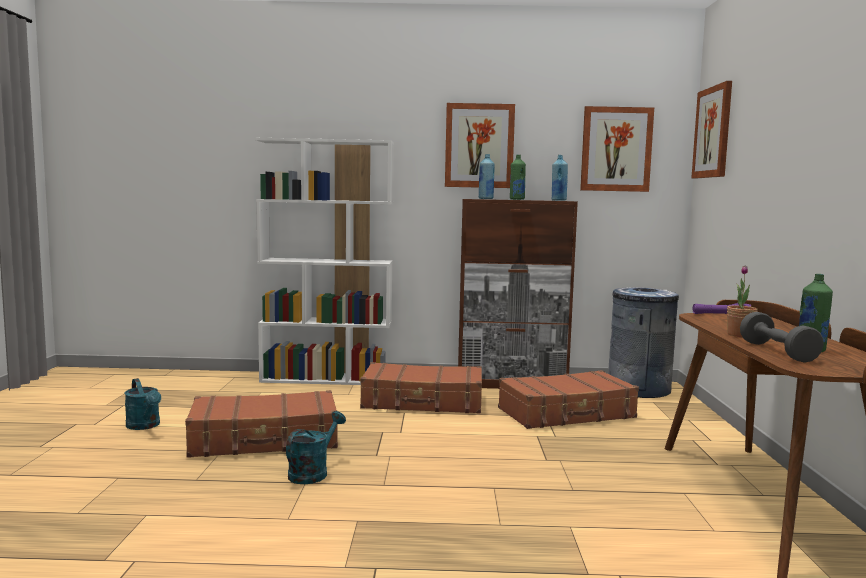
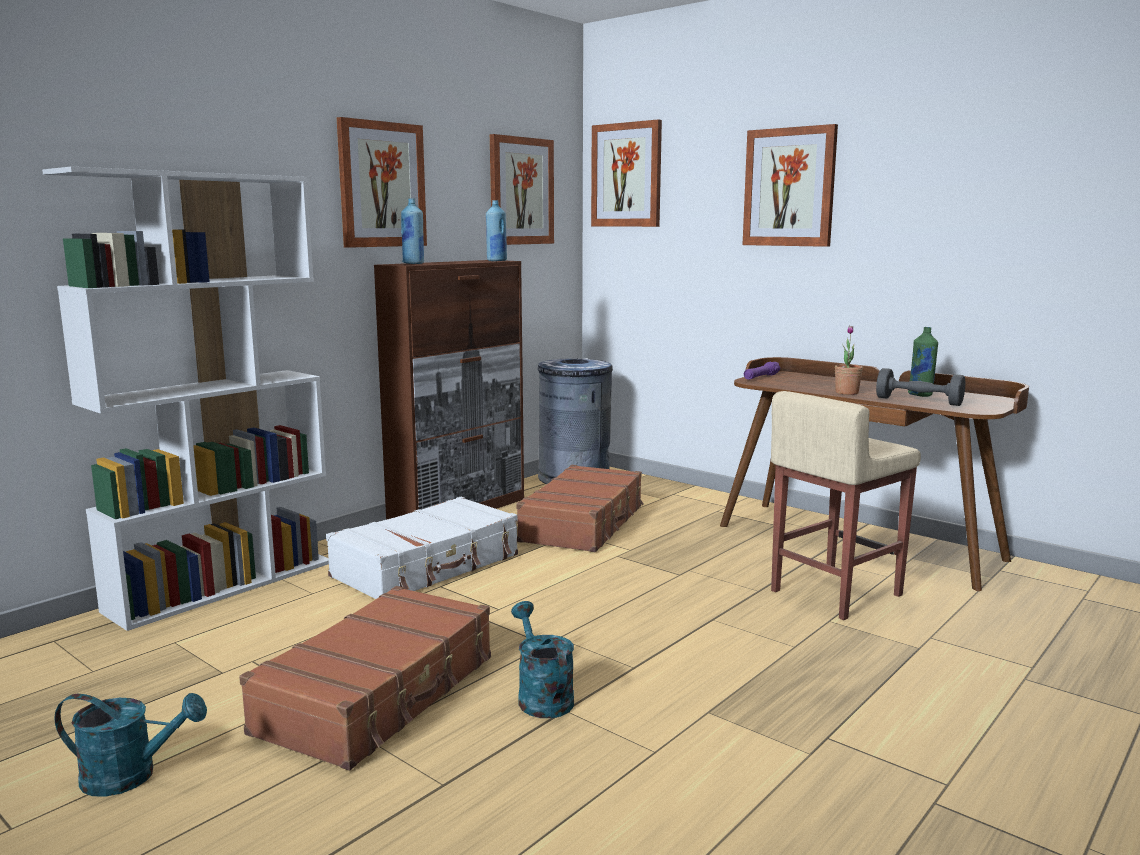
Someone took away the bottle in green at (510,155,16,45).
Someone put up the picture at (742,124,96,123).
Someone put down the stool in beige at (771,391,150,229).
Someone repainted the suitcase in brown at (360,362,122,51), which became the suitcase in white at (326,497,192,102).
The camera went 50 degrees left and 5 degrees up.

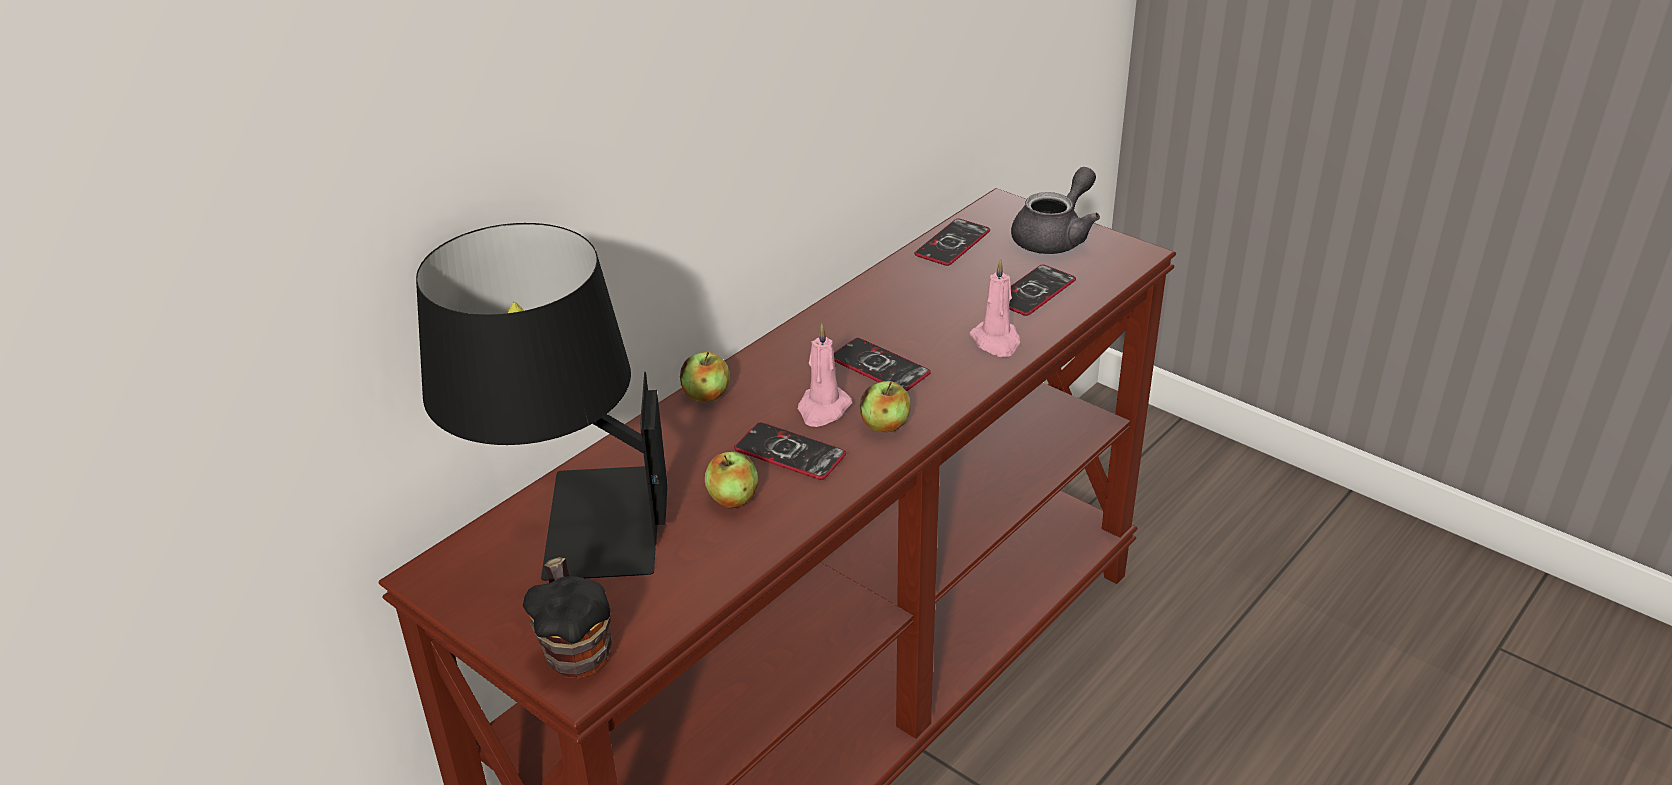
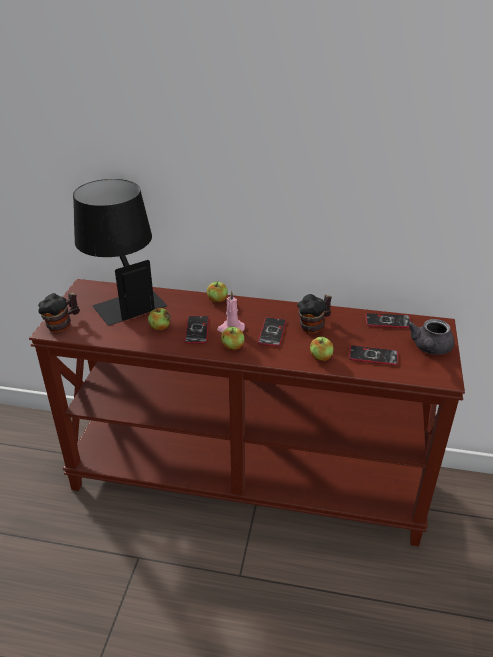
Someone put down the mug at (297,294,35,40).
Someone swapped the candle in pink at (970,259,50,98) for the apple at (310,337,24,24).
Someone rotated the teapot in grey at (1011,167,89,87) by 105 degrees clockwise.
The camera went 60 degrees right and 0 degrees up.

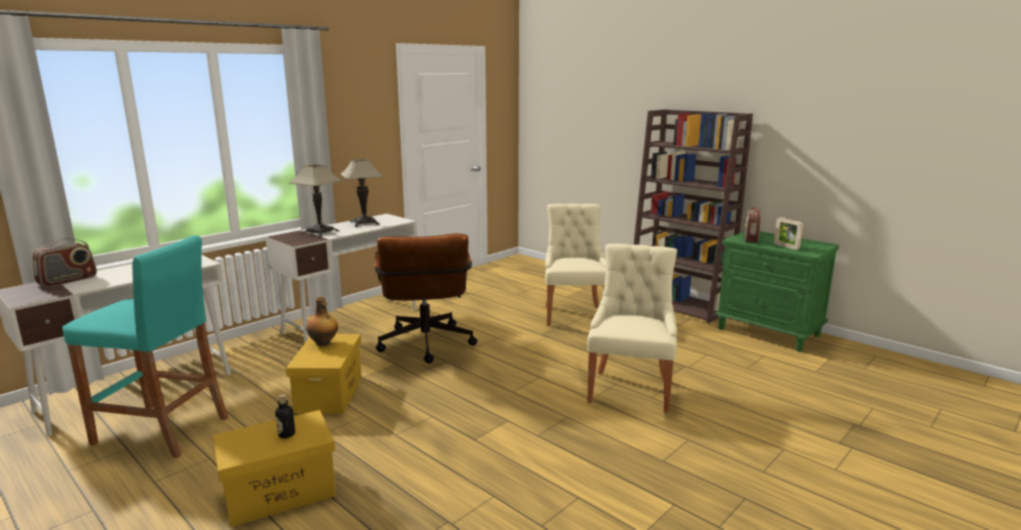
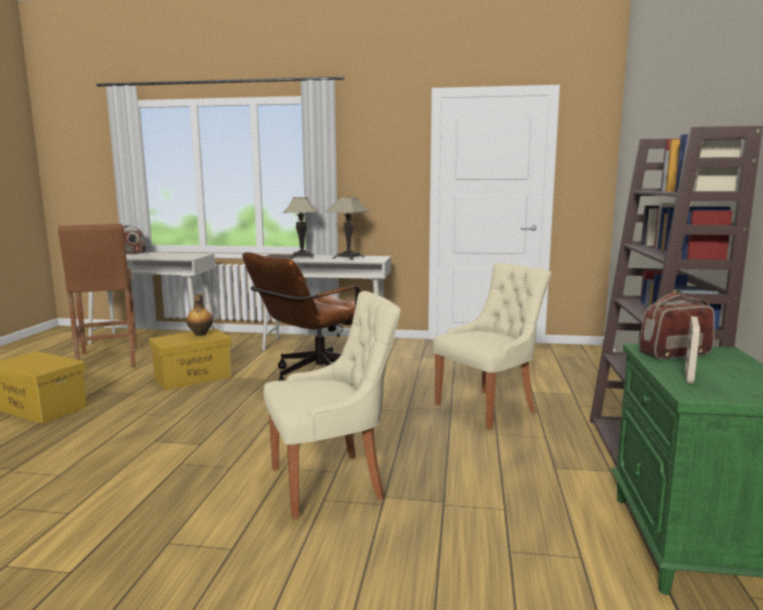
Someone took away the bottle at (275,394,20,44).
Someone repainted the stool in turquoise at (62,235,167,223), which became the stool in brown at (58,224,80,143).
The camera went 55 degrees right and 5 degrees down.

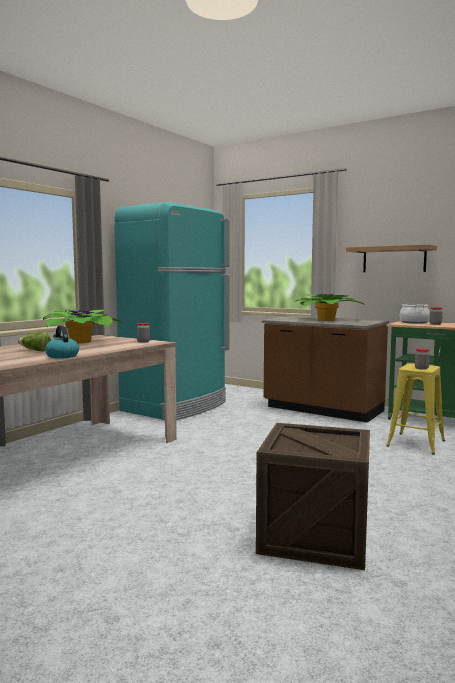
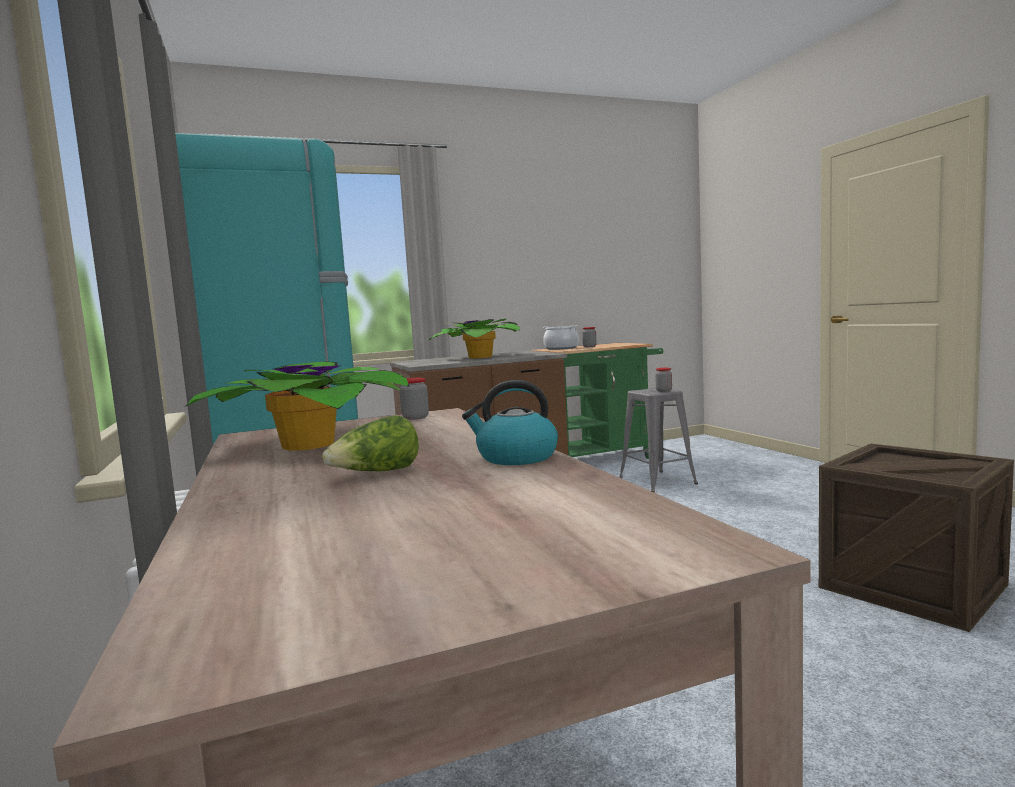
Someone took away the shelf at (346,244,91,28).
Someone repainted the stool in yellow at (386,364,59,91), which became the stool in grey at (619,388,79,105).
The camera went 55 degrees left and 0 degrees up.

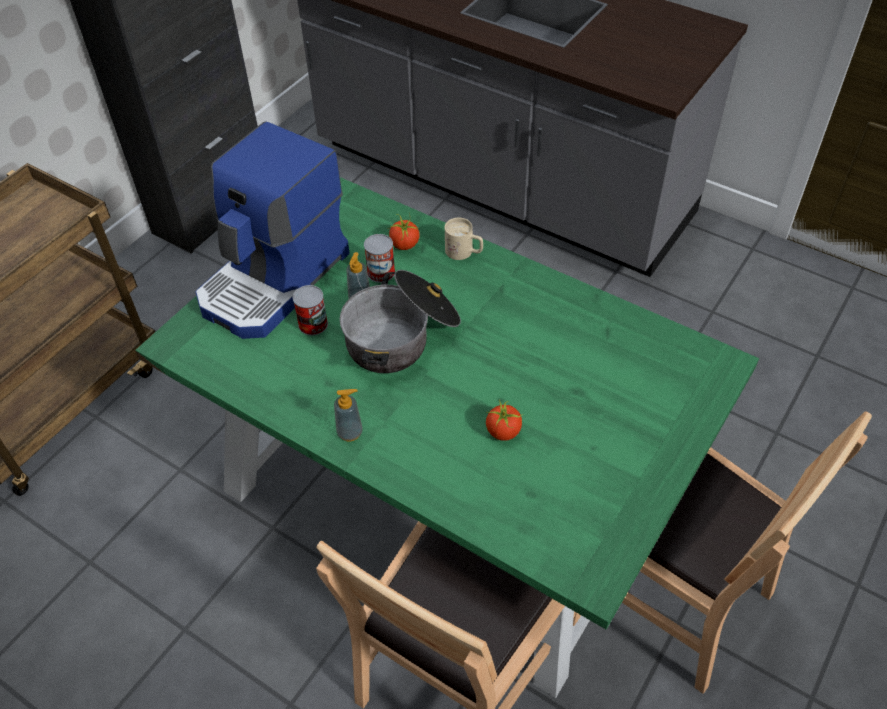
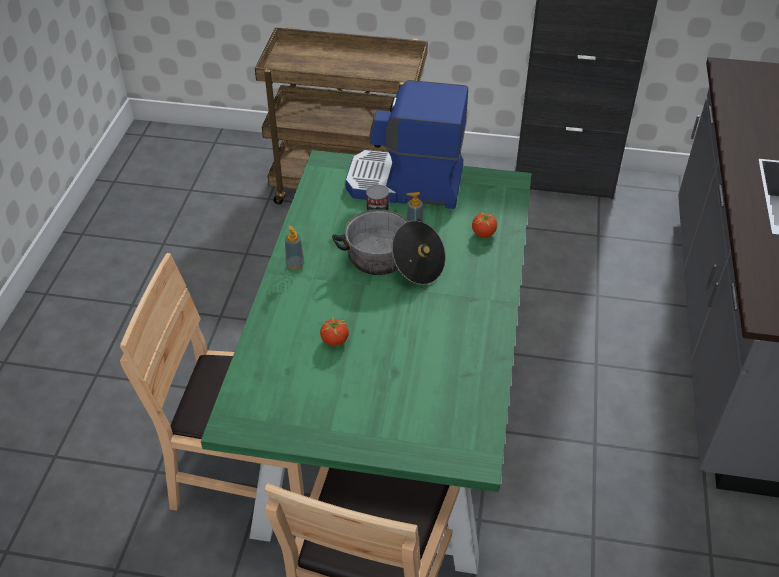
Someone took away the can at (364,234,31,49).
Someone took away the mug in beige at (445,218,38,42).
The camera went 65 degrees right and 5 degrees down.

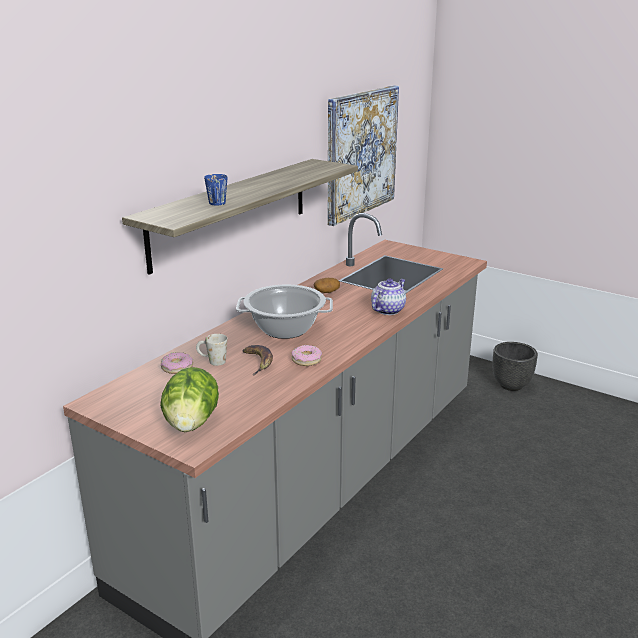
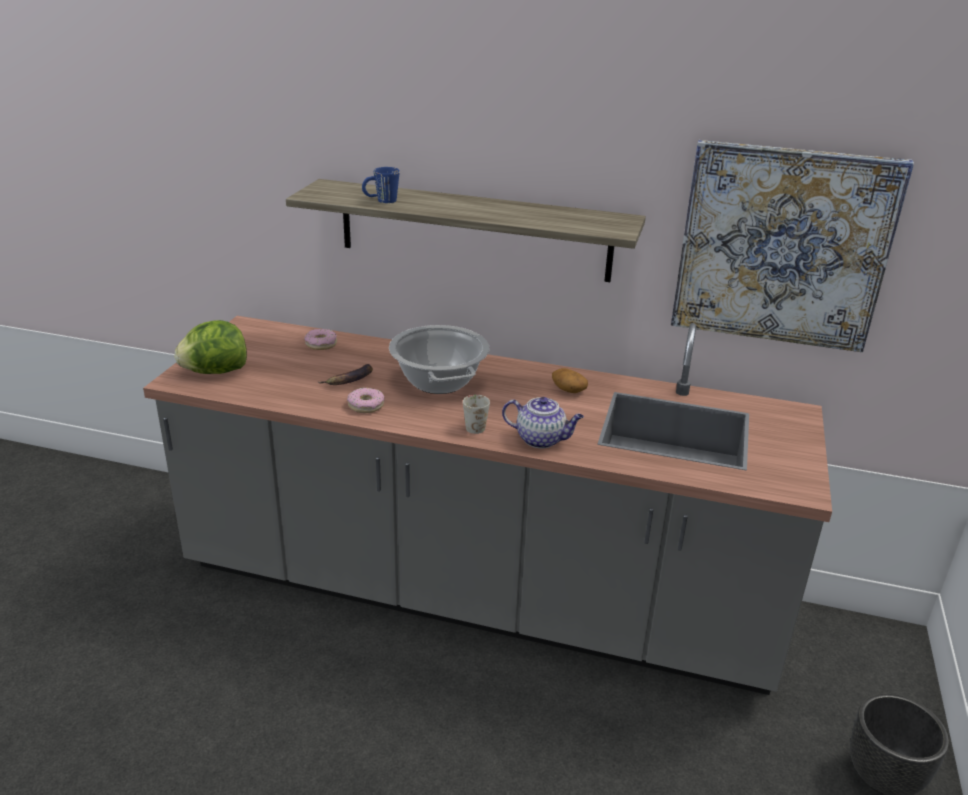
Someone carried the mug in white from (196,334,31,32) to (463,395,27,39).
The camera went 70 degrees right and 5 degrees up.

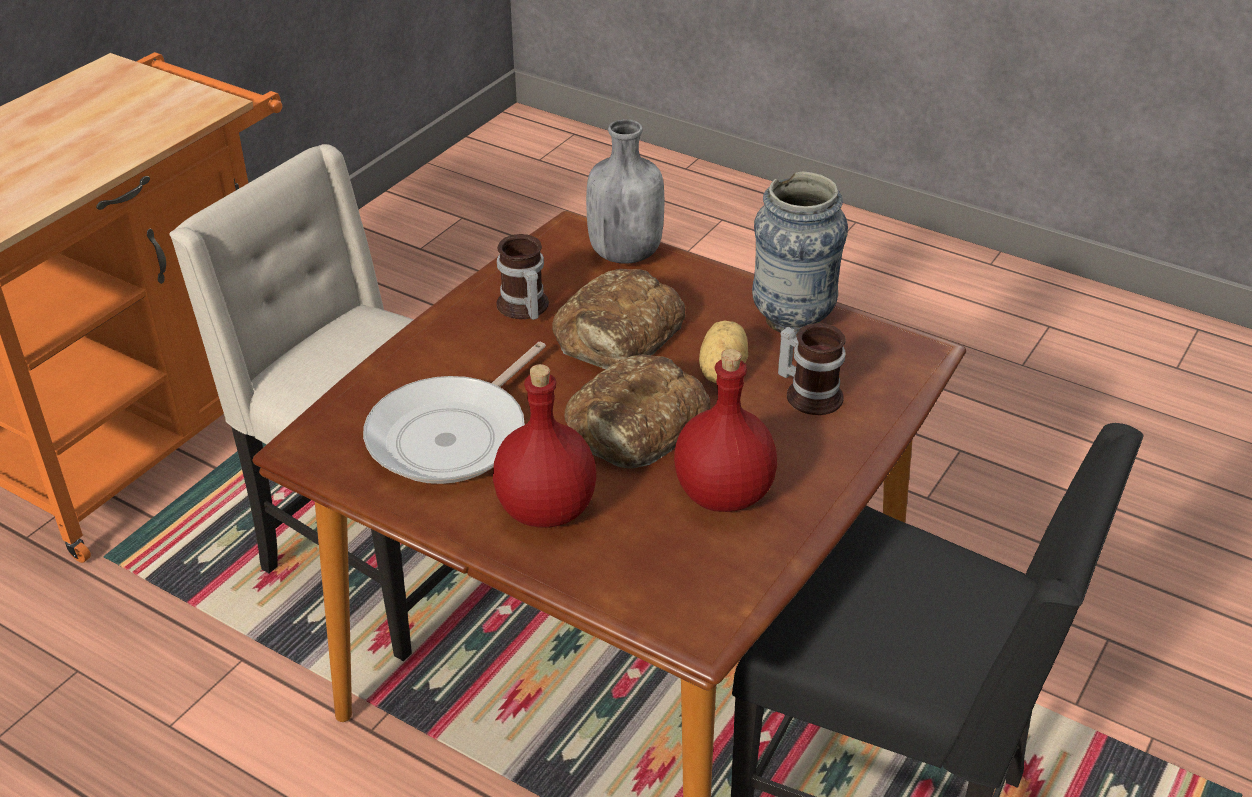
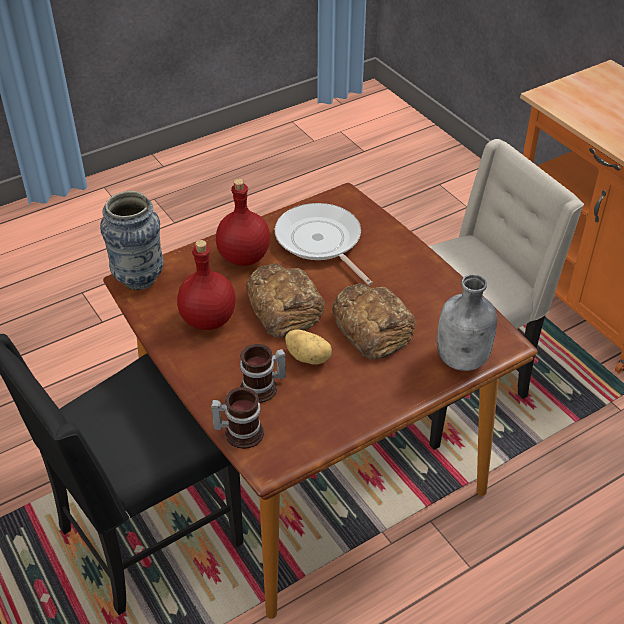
Someone carried the mug from (497,234,52,86) to (211,387,53,62).
Someone carried the vase from (752,172,96,164) to (100,191,64,99).
The camera went 115 degrees right and 5 degrees up.

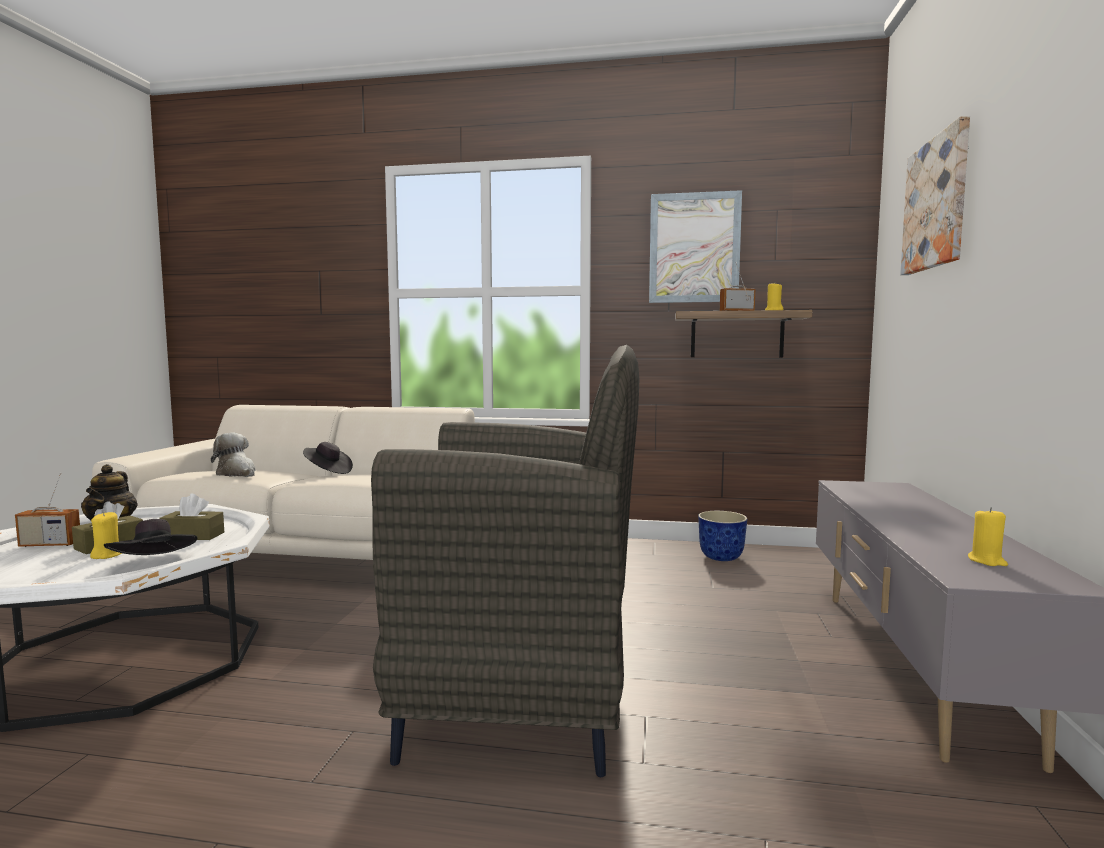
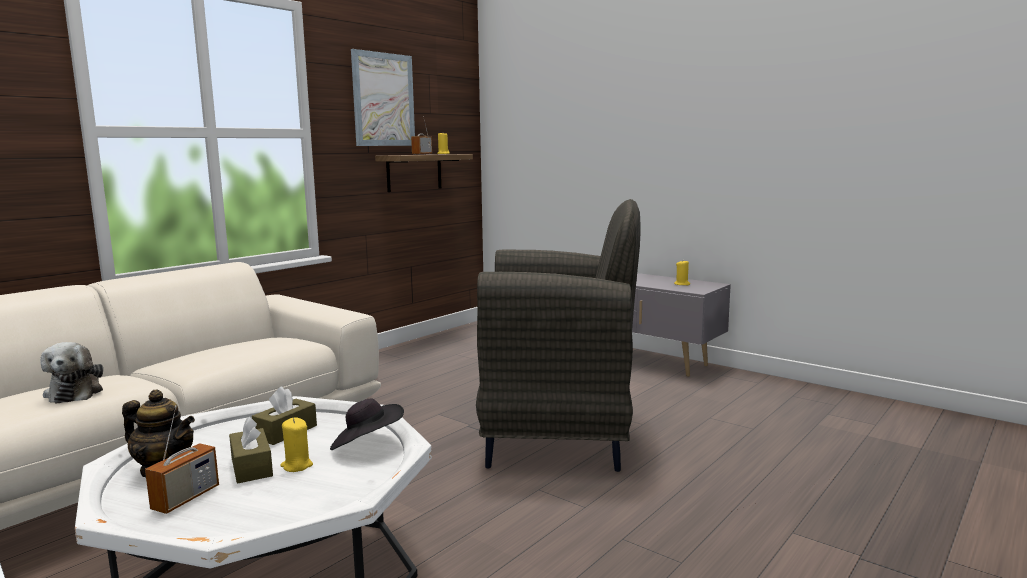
Someone took away the hat in black at (303,442,50,32).
Someone took away the planter at (698,511,49,50).
Someone took away the picture at (900,116,70,159).
Someone rotated the plush toy at (211,432,45,45) by 90 degrees counterclockwise.
Someone rotated the armchair in grey at (371,345,269,432) by 60 degrees clockwise.
The camera went 60 degrees left and 5 degrees up.

